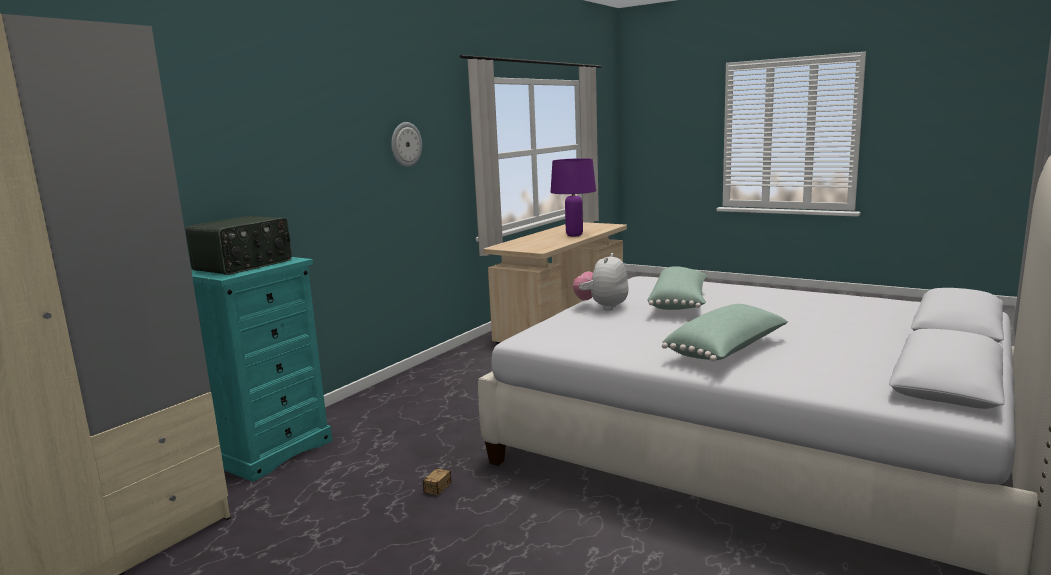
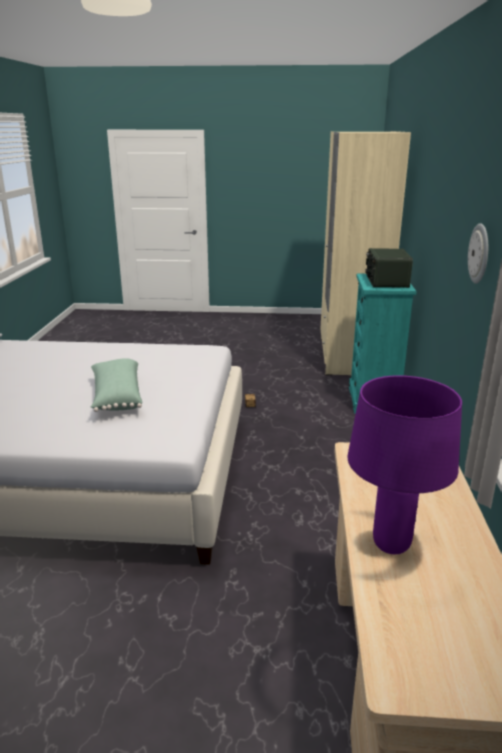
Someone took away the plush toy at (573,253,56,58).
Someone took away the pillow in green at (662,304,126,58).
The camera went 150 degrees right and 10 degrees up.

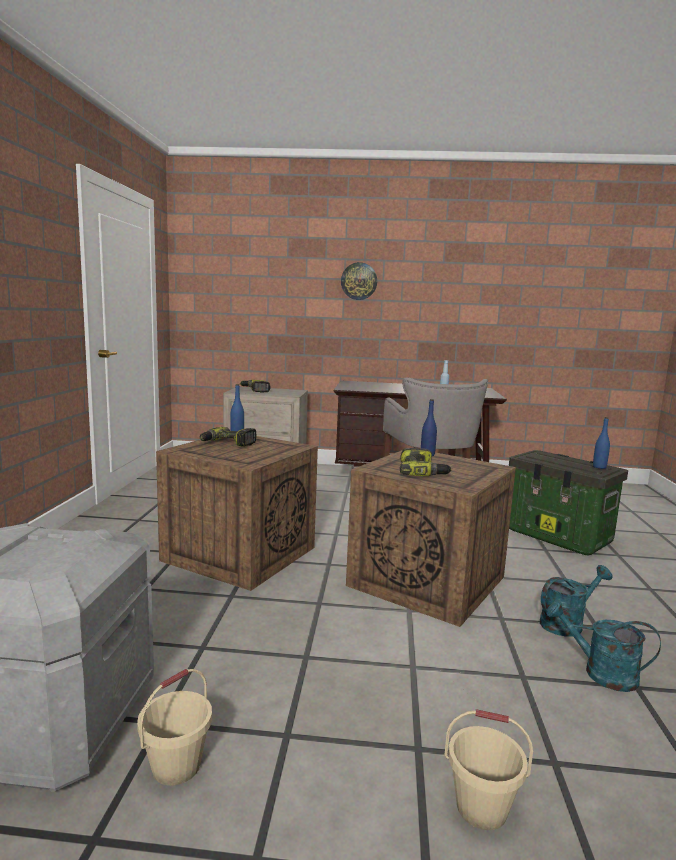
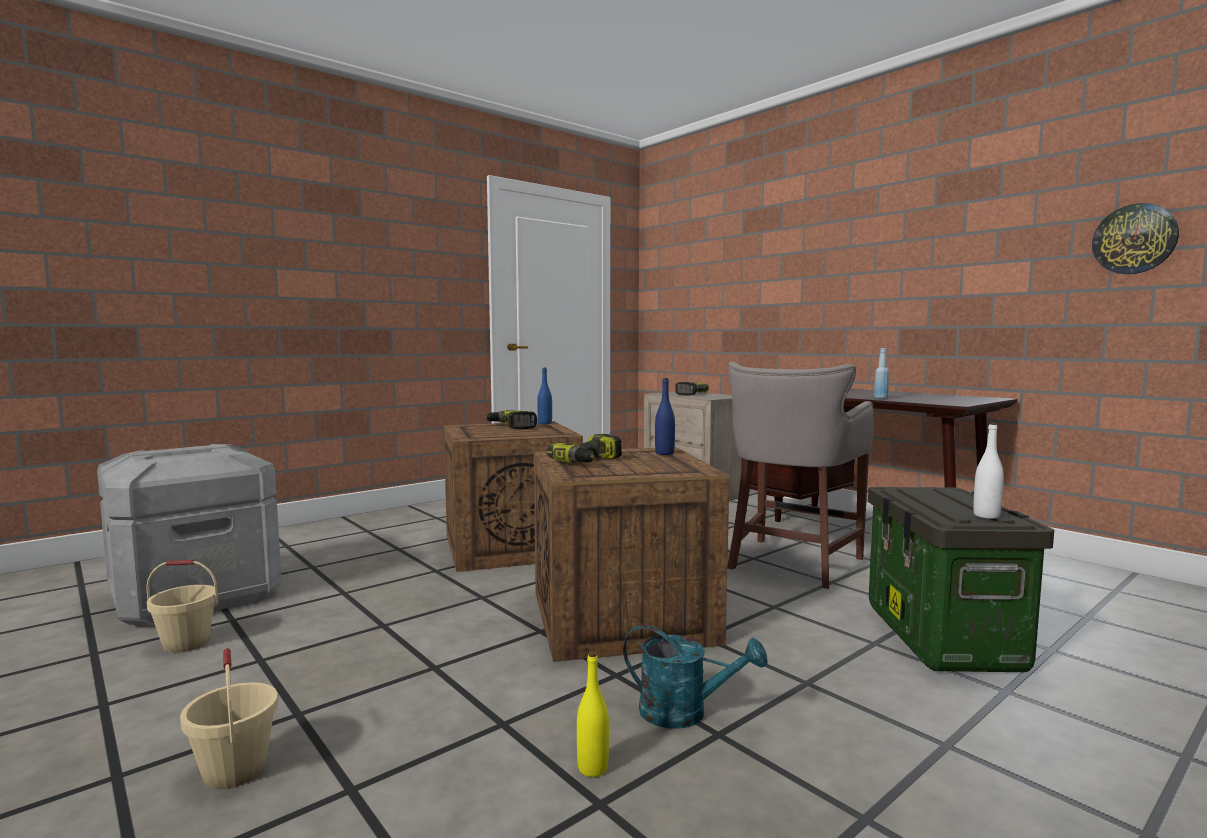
Someone carried the wall clock from (341,262,36,38) to (1092,203,87,71).
Someone swapped the watering can in turquoise at (546,600,115,92) for the bottle in yellow at (577,651,32,126).
Someone repainted the bottle in blue at (593,417,17,52), which became the bottle in white at (973,423,31,96).
The camera went 45 degrees right and 5 degrees down.

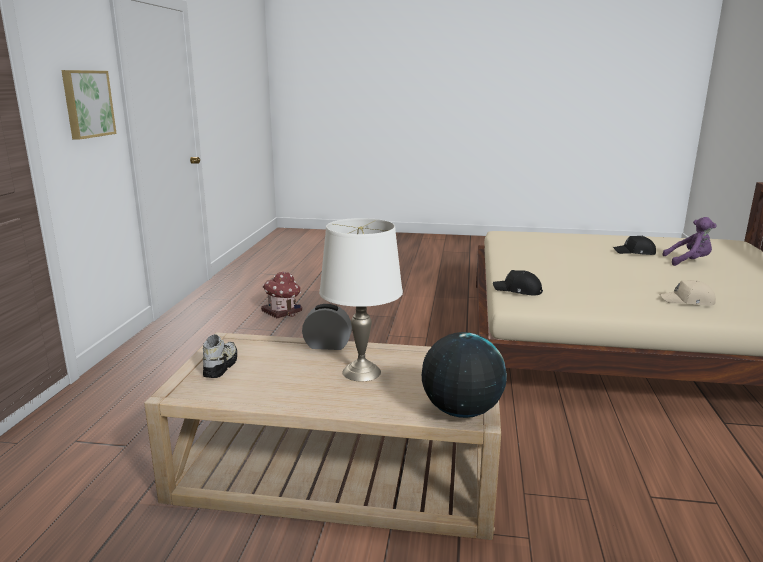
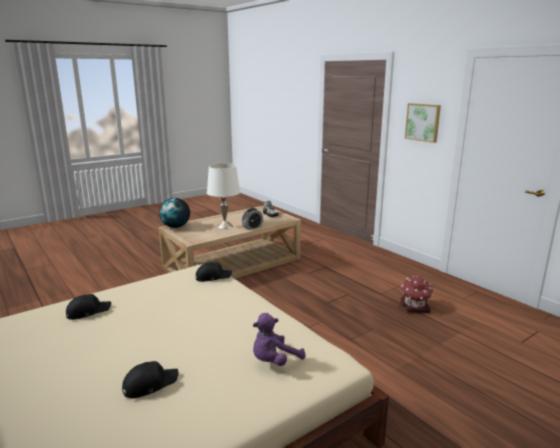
Someone carried the plush toy in purple from (662,217,54,49) to (253,313,52,53).
Someone repainted the cap in beige at (660,280,56,26), which became the cap in black at (66,294,45,26).
The camera went 135 degrees right and 0 degrees up.

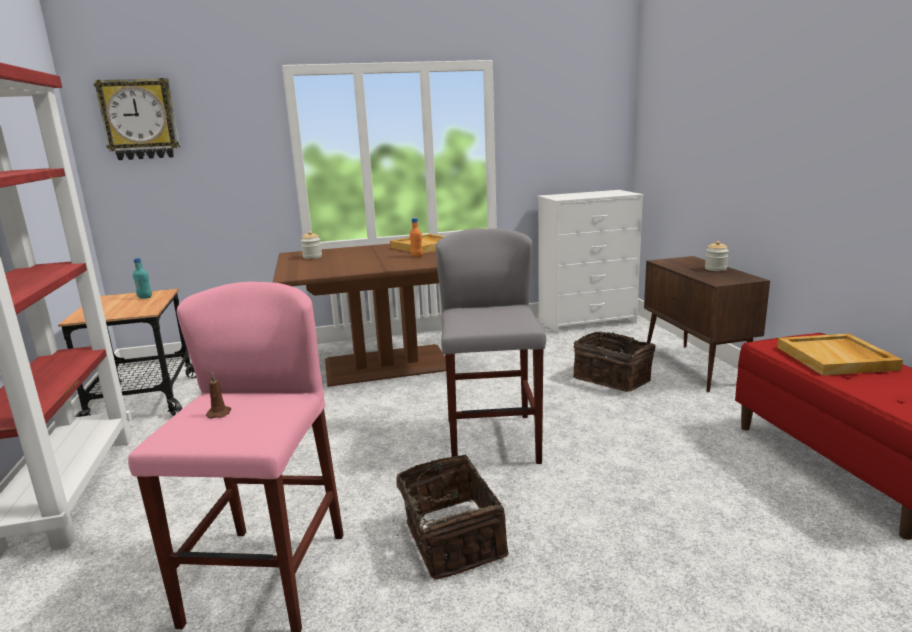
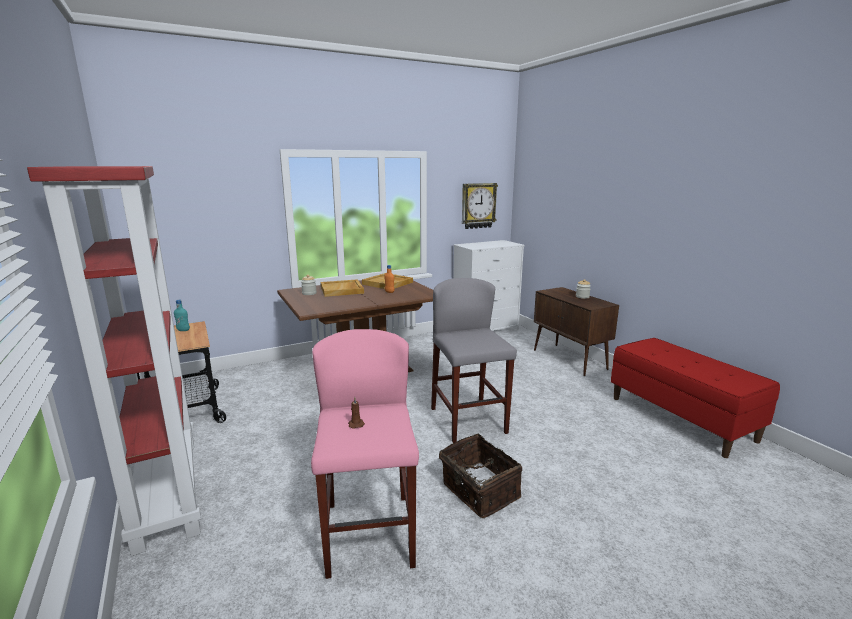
Someone took away the basket at (573,332,82,60).
Someone carried the wall clock from (94,78,86,82) to (462,183,36,46).
Someone carried the tray in beige from (777,333,126,43) to (321,279,43,18).
The camera went 15 degrees left and 0 degrees up.

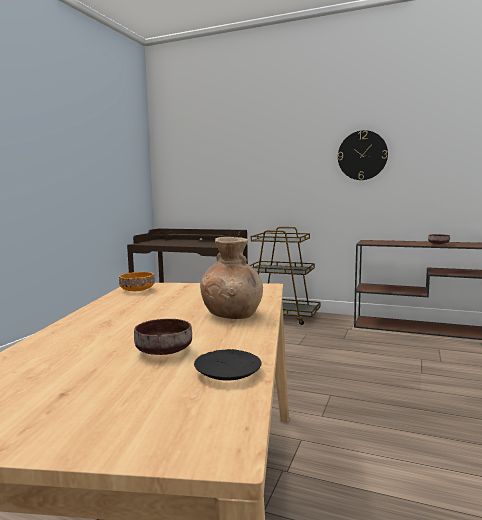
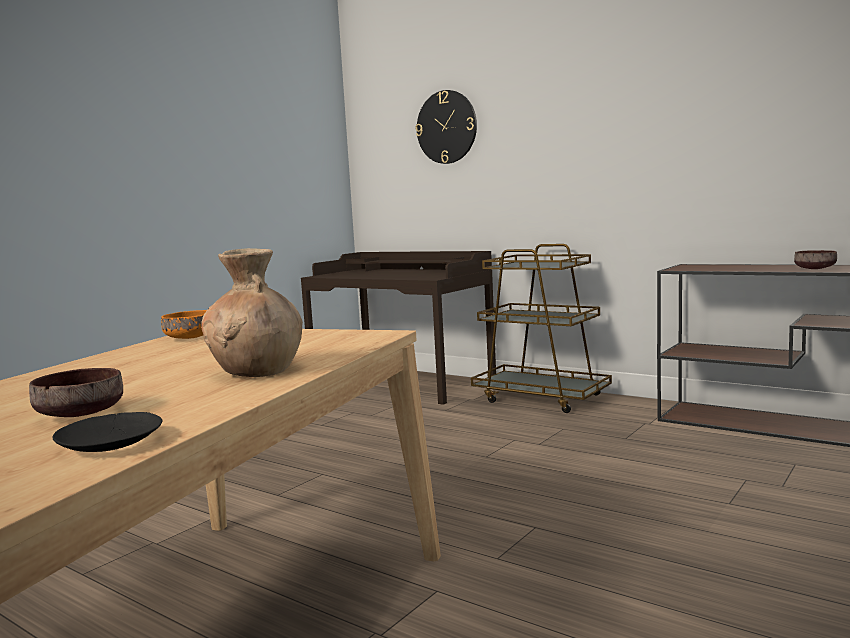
Someone carried the wall clock from (338,130,50,50) to (416,90,61,74).
The camera went 15 degrees right and 0 degrees up.

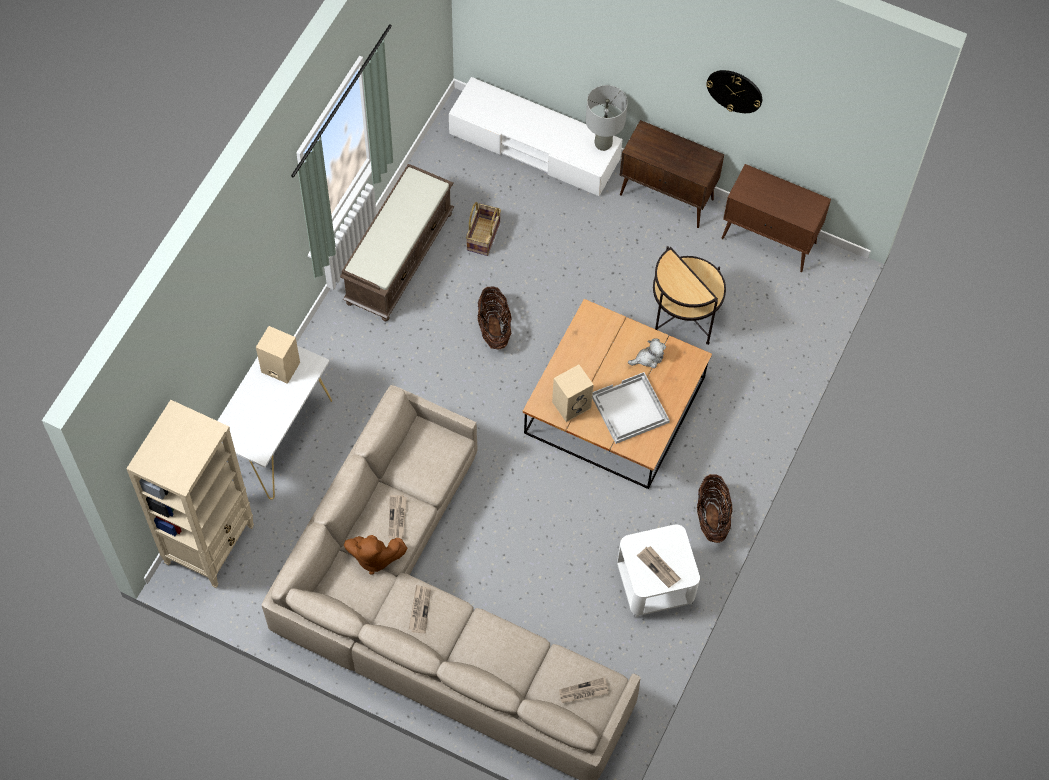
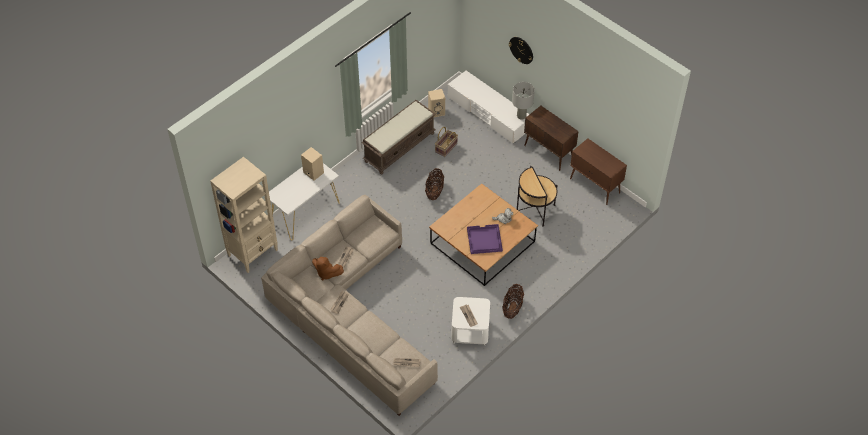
Someone carried the speaker in beige from (552,365,42,57) to (428,89,17,28).
Someone carried the wall clock from (706,70,56,43) to (509,37,24,27).
Someone repainted the tray in white at (592,372,78,72), which became the tray in purple at (467,224,36,30).
The camera went 20 degrees right and 10 degrees down.

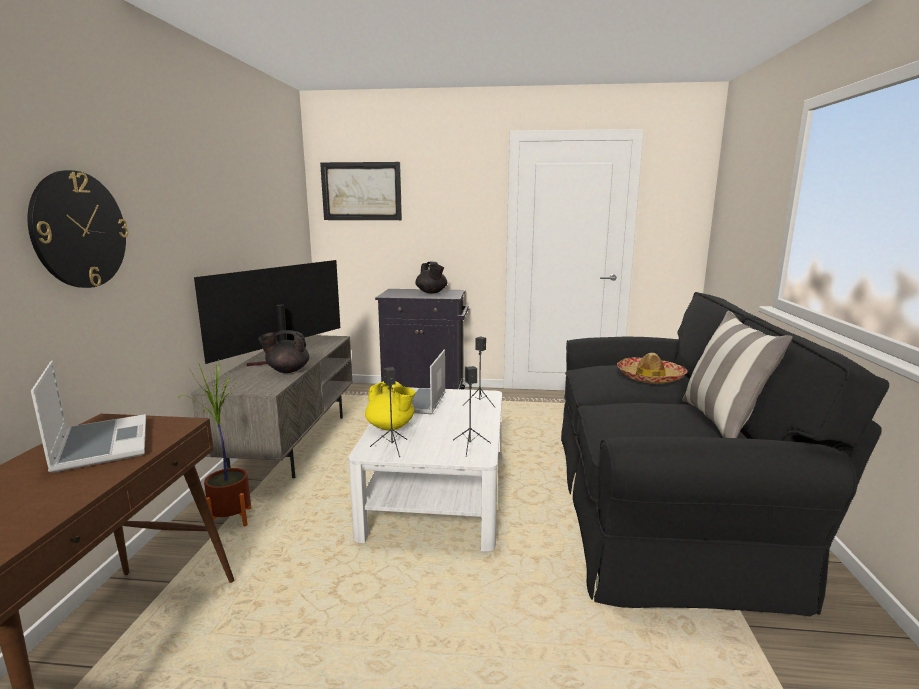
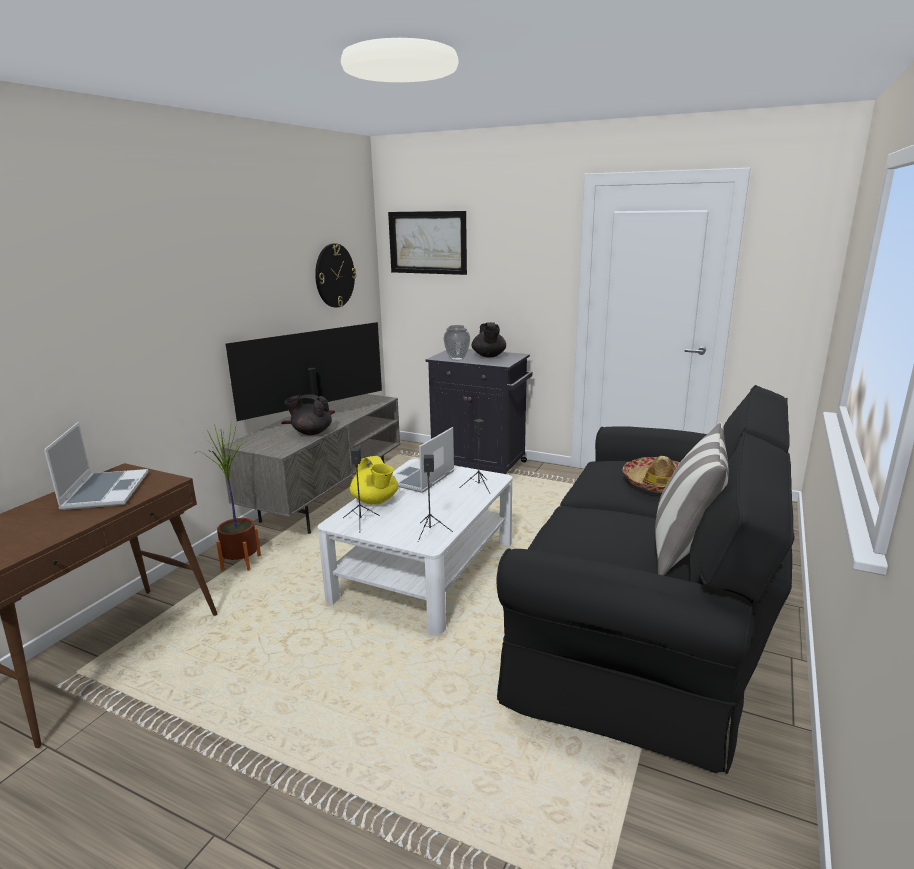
Someone put down the vase at (444,325,26,36).
Someone carried the wall clock from (27,170,102,118) to (315,244,41,64).
The camera went 20 degrees right and 5 degrees up.

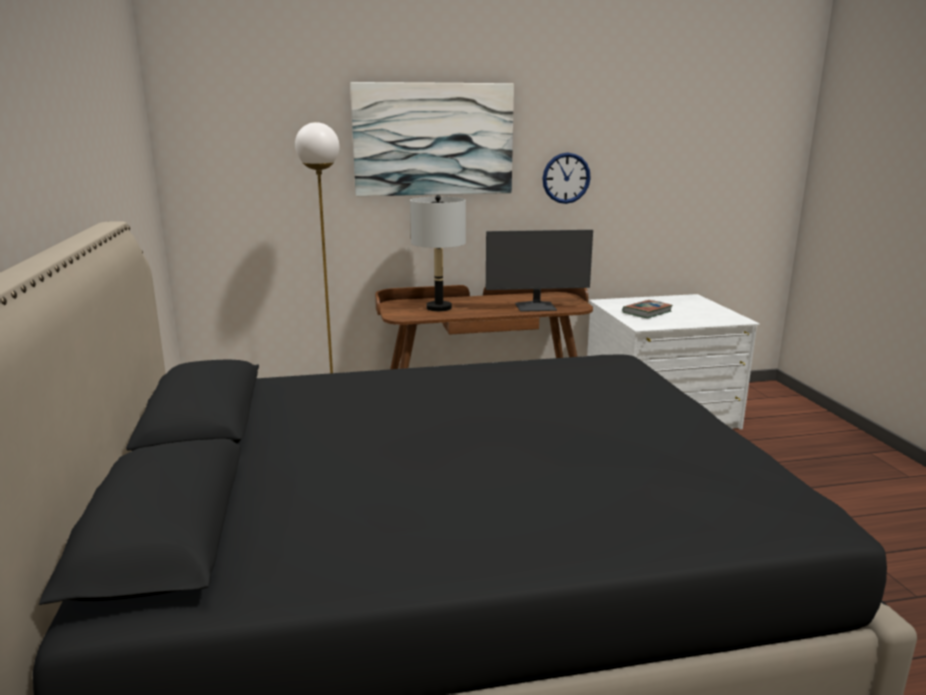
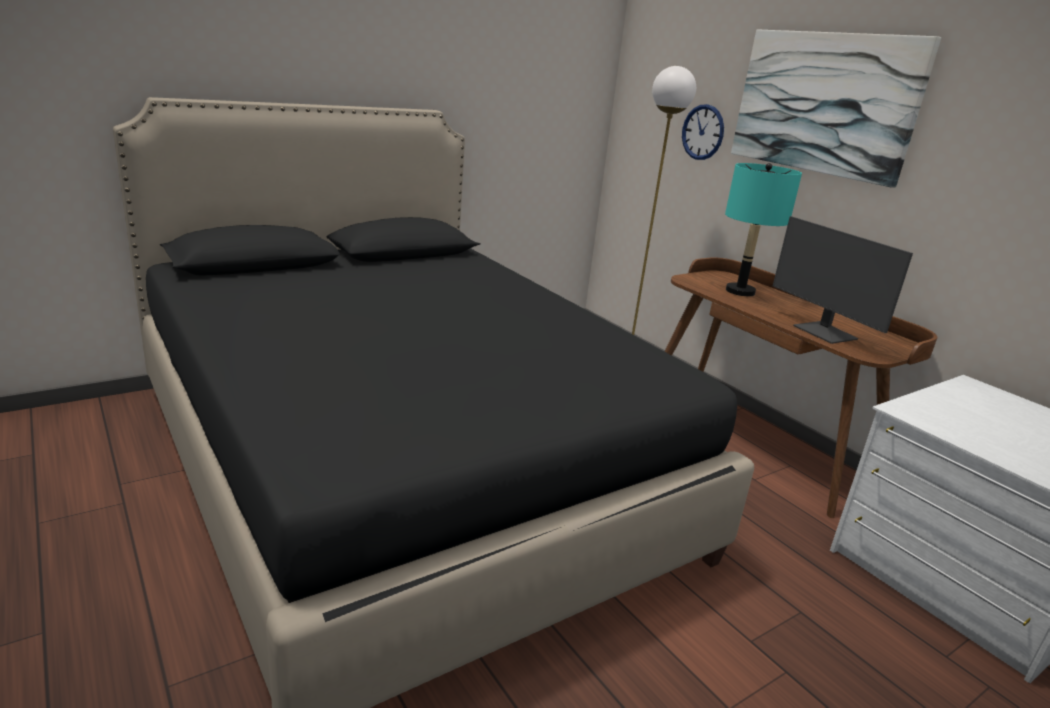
Someone took away the book at (622,300,51,18).
Someone carried the wall clock from (542,153,49,51) to (682,104,42,56).
Someone repainted the table lamp in grey at (410,195,56,116), which became the table lamp in turquoise at (725,163,77,133).
The camera went 65 degrees right and 5 degrees up.

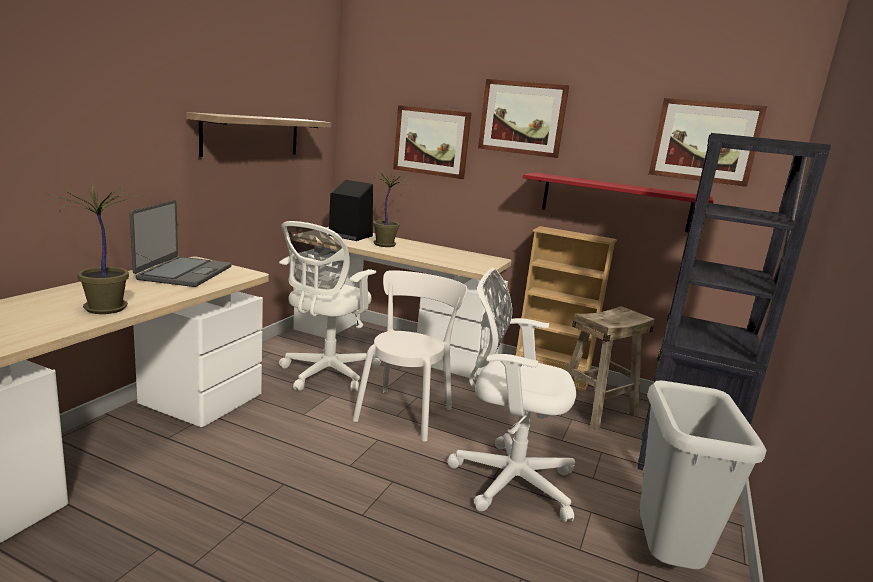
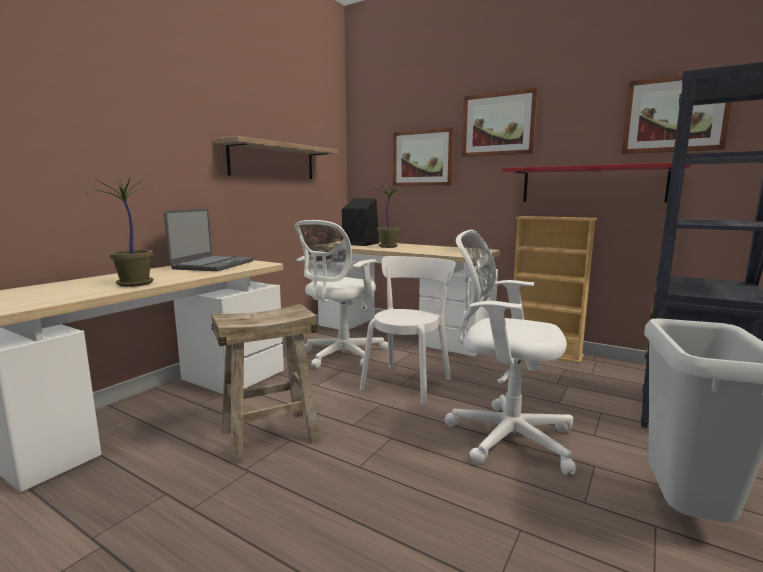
Someone carried the stool in beige from (567,306,88,124) to (211,304,110,161).
The camera went 10 degrees right and 5 degrees down.

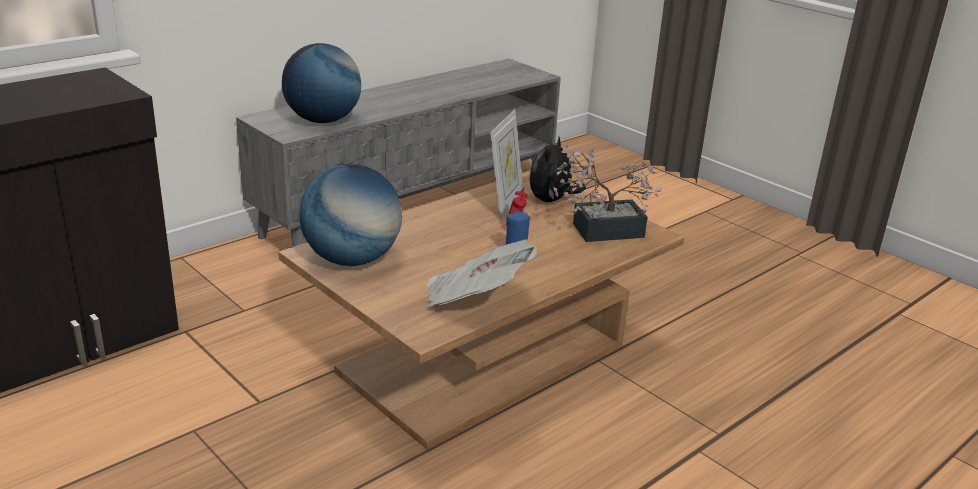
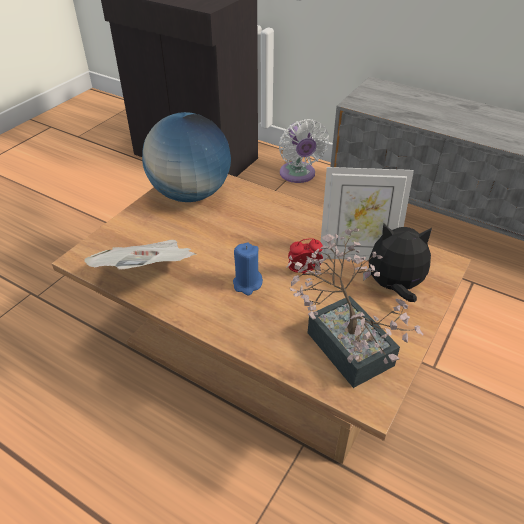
Someone took away the globe at (282,43,79,80).
Someone put down the fan in white at (279,119,50,64).
The camera went 75 degrees right and 15 degrees up.

